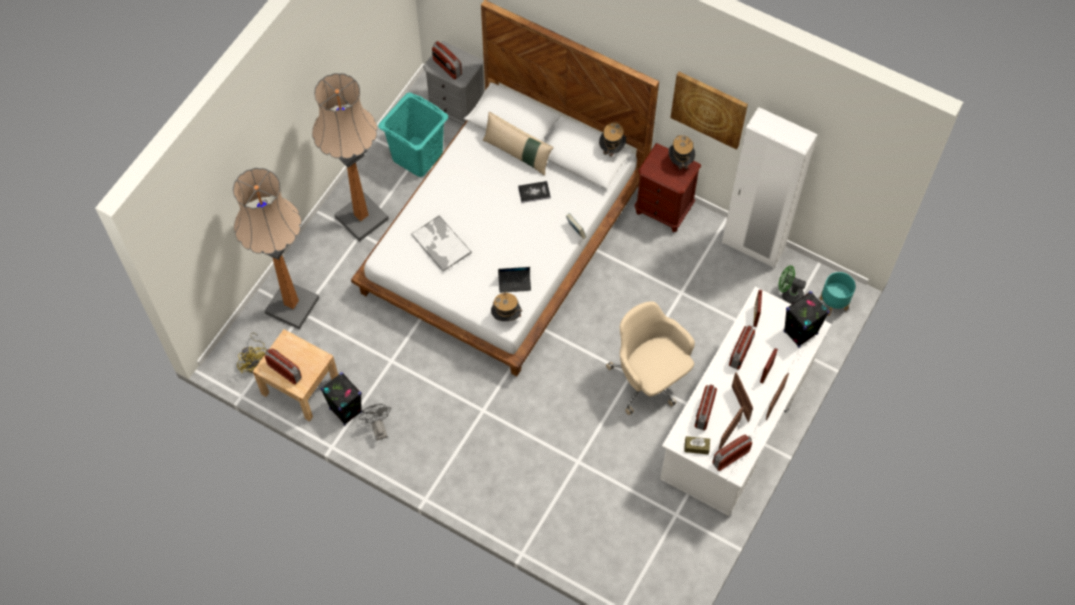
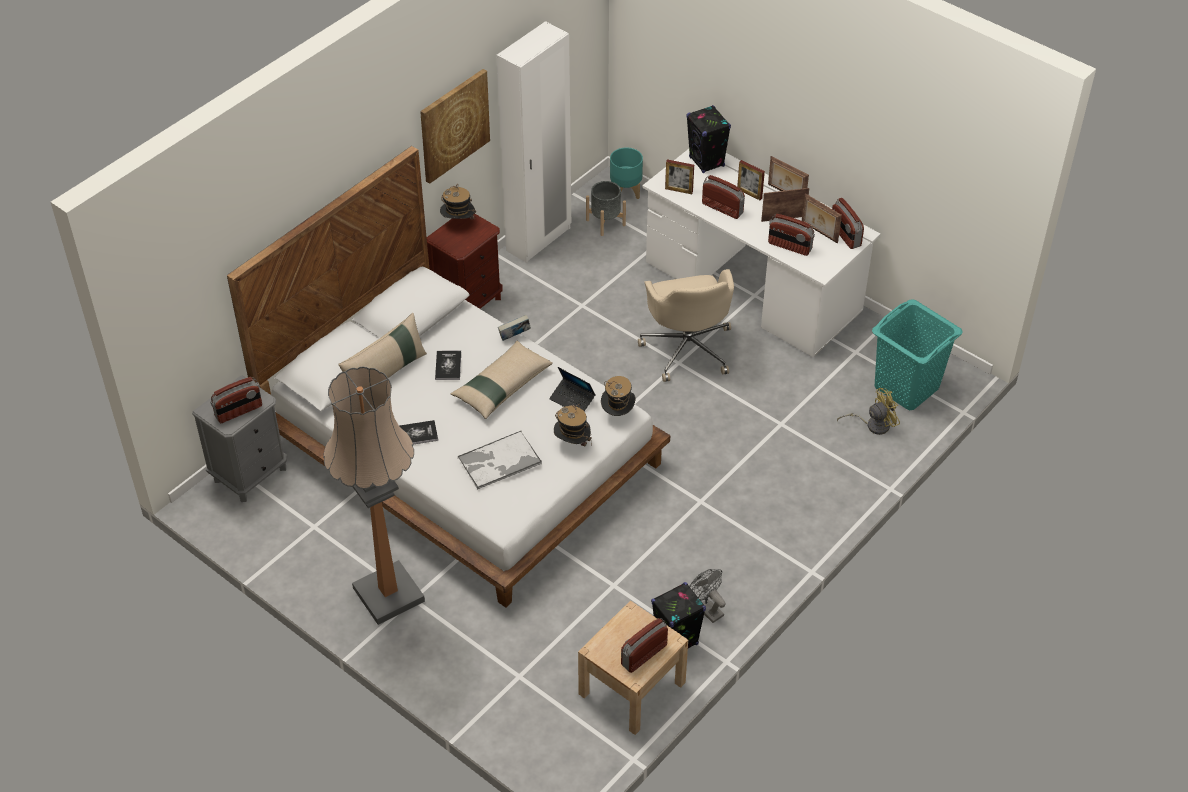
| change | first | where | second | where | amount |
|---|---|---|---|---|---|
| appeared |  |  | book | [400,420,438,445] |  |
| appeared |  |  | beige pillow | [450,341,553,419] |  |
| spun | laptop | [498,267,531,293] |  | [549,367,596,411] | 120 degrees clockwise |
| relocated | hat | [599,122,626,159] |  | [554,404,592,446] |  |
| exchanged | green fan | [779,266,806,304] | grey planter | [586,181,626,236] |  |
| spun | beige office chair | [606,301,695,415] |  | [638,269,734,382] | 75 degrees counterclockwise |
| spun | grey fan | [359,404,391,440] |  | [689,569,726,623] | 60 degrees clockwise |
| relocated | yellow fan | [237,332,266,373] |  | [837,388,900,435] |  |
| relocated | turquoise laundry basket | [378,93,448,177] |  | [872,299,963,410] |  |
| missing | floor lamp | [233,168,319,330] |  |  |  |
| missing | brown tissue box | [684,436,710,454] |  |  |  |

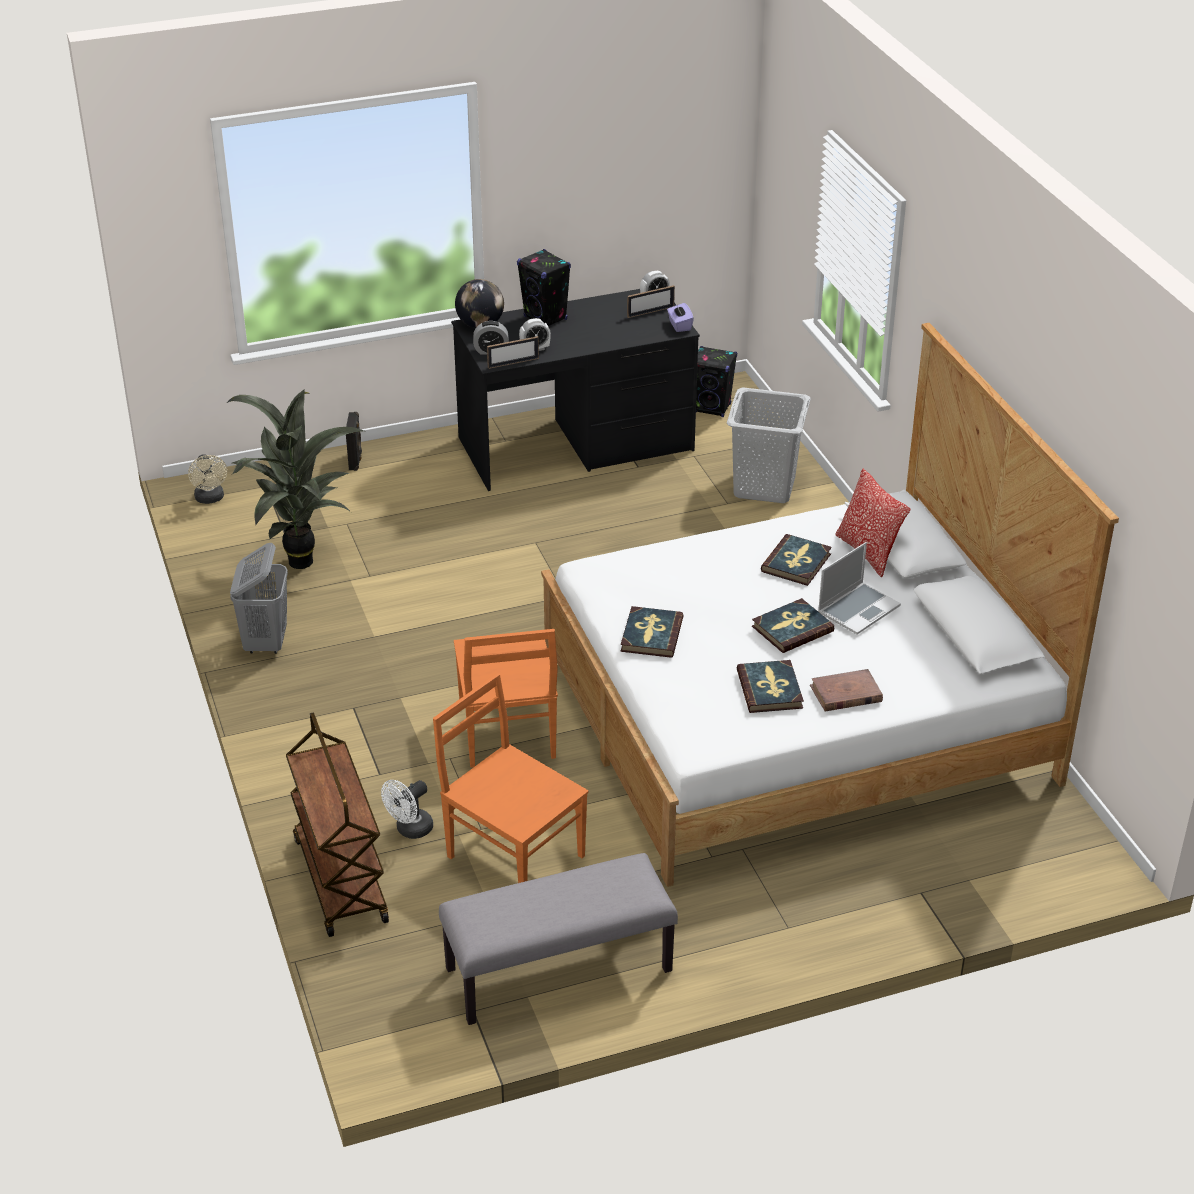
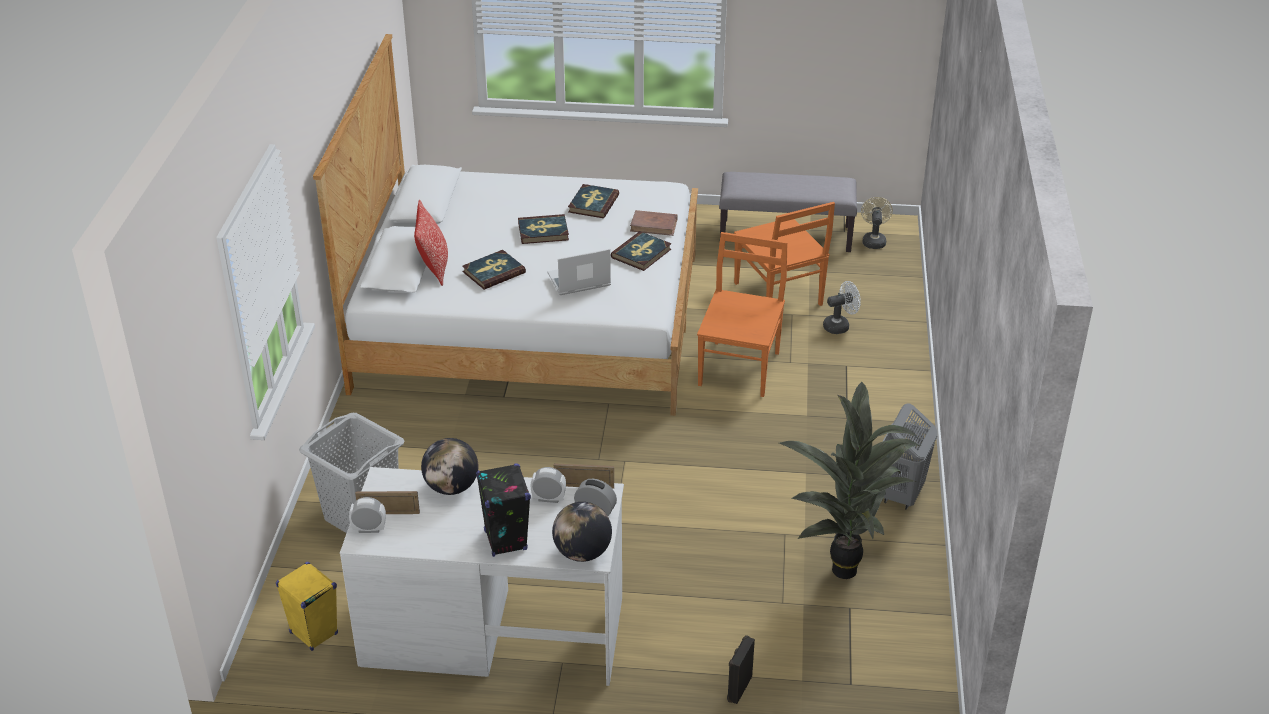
| change | first | where | second | where | amount |
|---|---|---|---|---|---|
| colour | black speaker | [696,346,737,417] | yellow speaker | [276,562,338,651] |  |
| colour | black desk | [451,289,700,491] | white desk | [340,467,624,686] |  |
| appeared |  |  | globe | [421,438,478,495] |  |
| relocated | laptop | [818,542,901,635] |  | [548,249,611,295] |  |
| relocated | brown book | [810,669,883,711] |  | [630,210,678,236] |  |
| relocated | beige fan | [188,454,227,504] |  | [861,197,893,249] |  |
| missing | brown cart | [286,712,389,937] |  |  |  |
| missing | purple tissue box | [667,303,694,332] |  |  |  |

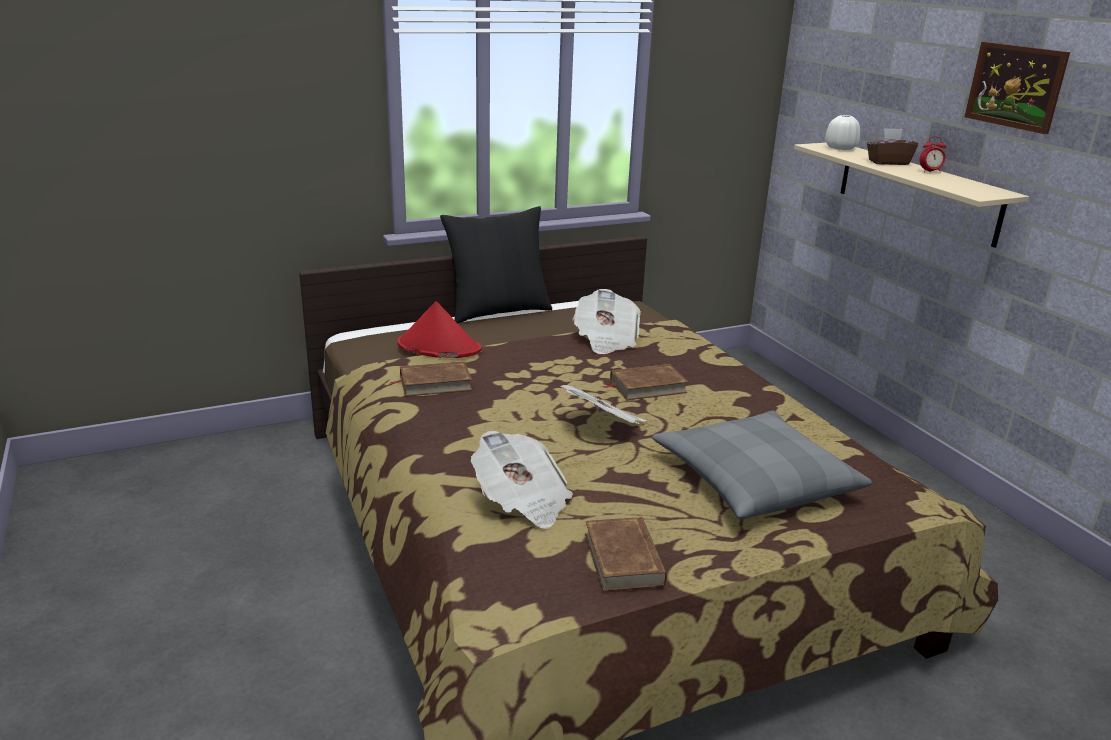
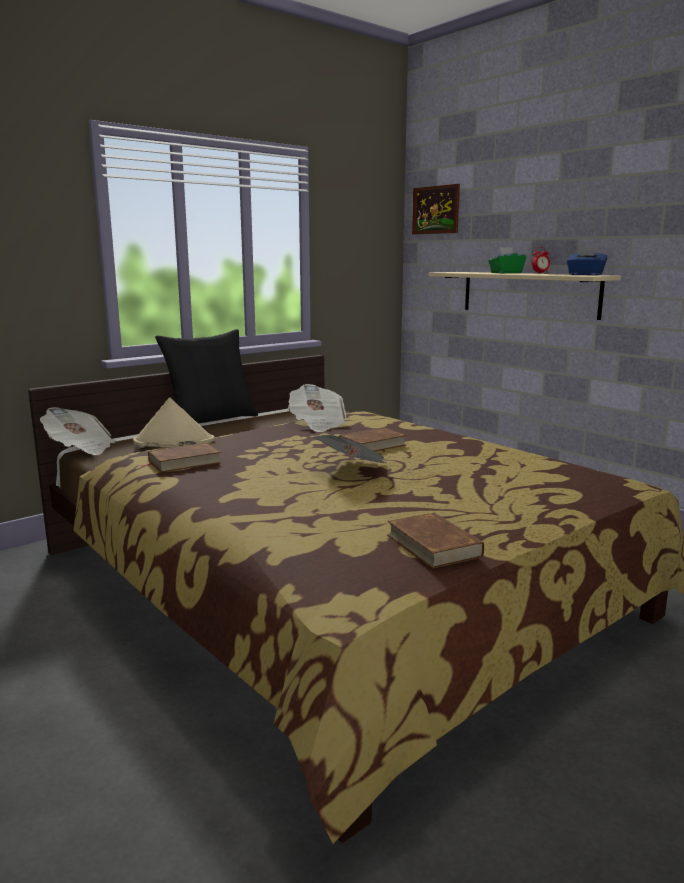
| change | first | where | second | where | amount |
|---|---|---|---|---|---|
| relocated | newspaper | [471,430,573,529] |  | [40,407,115,455] |  |
| colour | red hat | [397,301,482,358] | beige hat | [133,398,215,447] |  |
| relocated | picture | [964,42,1070,134] |  | [412,184,460,234] |  |
| colour | brown tissue box | [867,128,918,165] | green tissue box | [489,247,526,273] |  |
| appeared |  |  | blue tissue box | [567,246,608,275] |  |
| missing | grey pillow | [652,410,872,519] |  |  |  |
| missing | white vase | [825,115,860,150] |  |  |  |

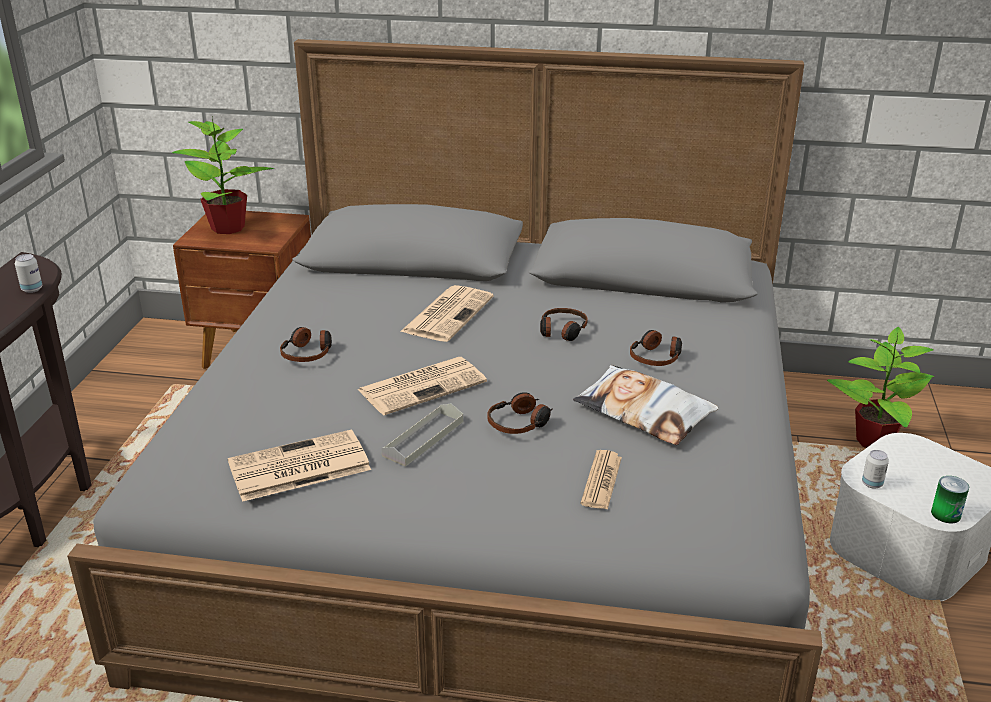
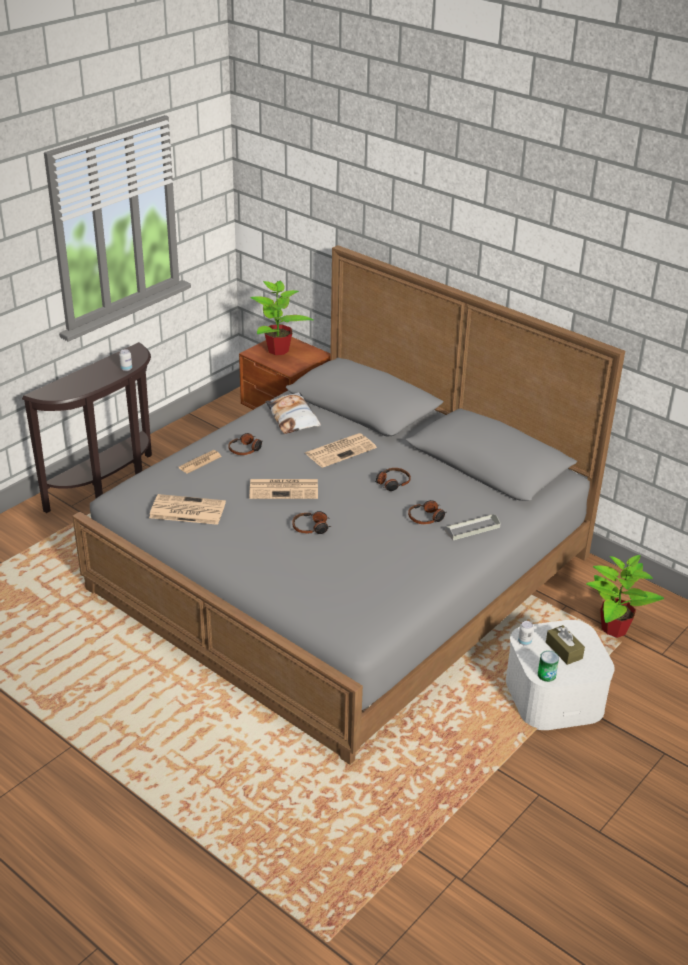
| change | first | where | second | where | amount |
|---|---|---|---|---|---|
| relocated | newspaper | [580,450,622,510] |  | [178,450,222,474] |  |
| relocated | pillow | [573,365,719,445] |  | [266,392,321,434] |  |
| relocated | grey tray | [381,403,463,467] |  | [445,514,501,540] |  |
| appeared |  |  | brown tissue box | [546,625,585,665] |  |

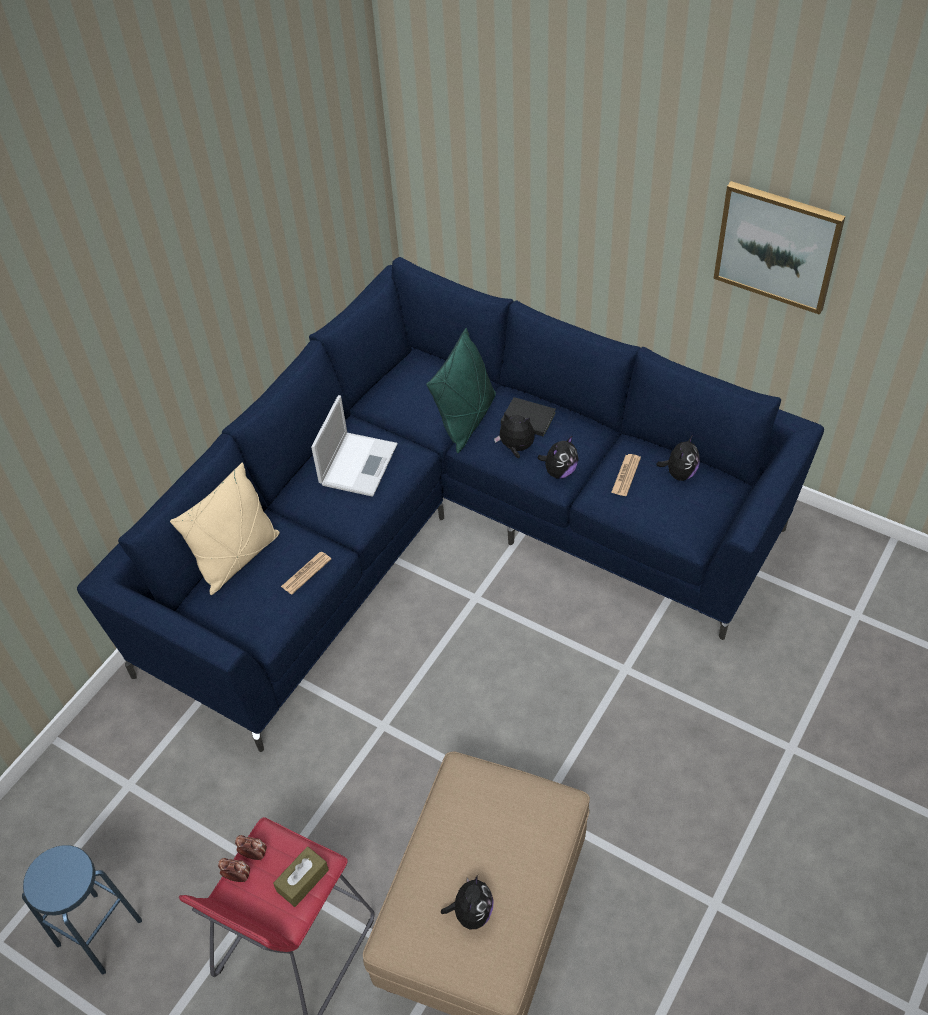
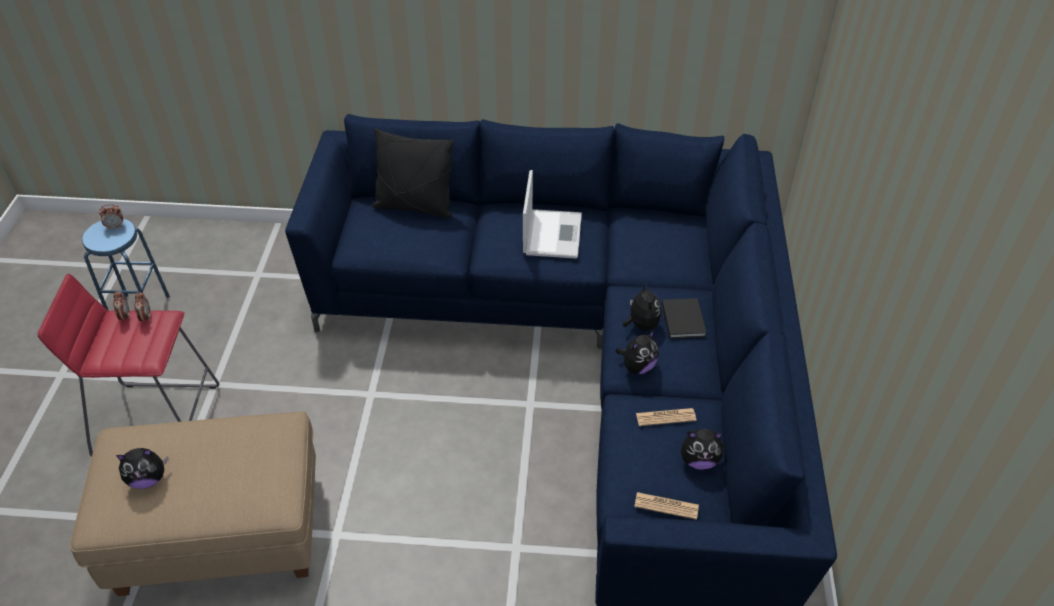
| change | first | where | second | where | amount |
|---|---|---|---|---|---|
| appeared |  |  | alarm clock | [99,204,123,230] |  |
| colour | beige pillow | [170,463,280,595] | black pillow | [372,128,455,218] |  |
| spun | laptop | [311,395,398,497] |  | [523,170,582,259] | 75 degrees counterclockwise |
| spun | plush toy | [538,435,579,479] |  | [615,330,659,374] | 60 degrees counterclockwise |
| relocated | newspaper | [281,552,331,594] |  | [634,492,699,520] |  |
| missing | brown tissue box | [273,846,329,907] |  |  |  |
| missing | green pillow | [426,328,496,453] |  |  |  |
| missing | picture | [713,181,845,315] |  |  |  |

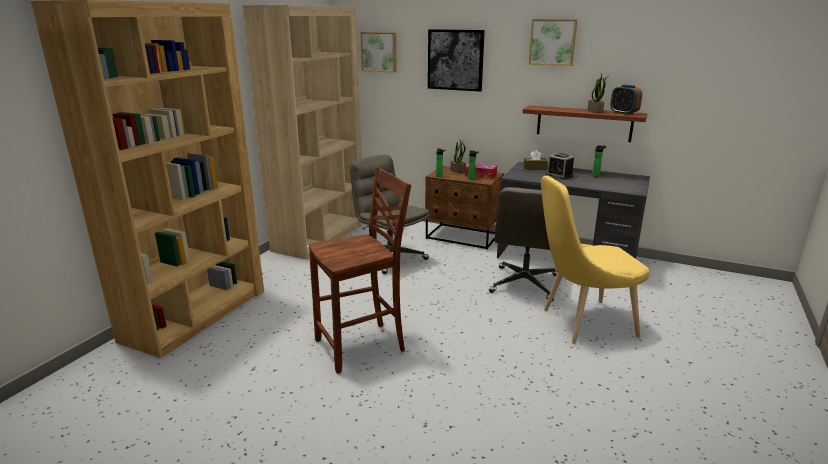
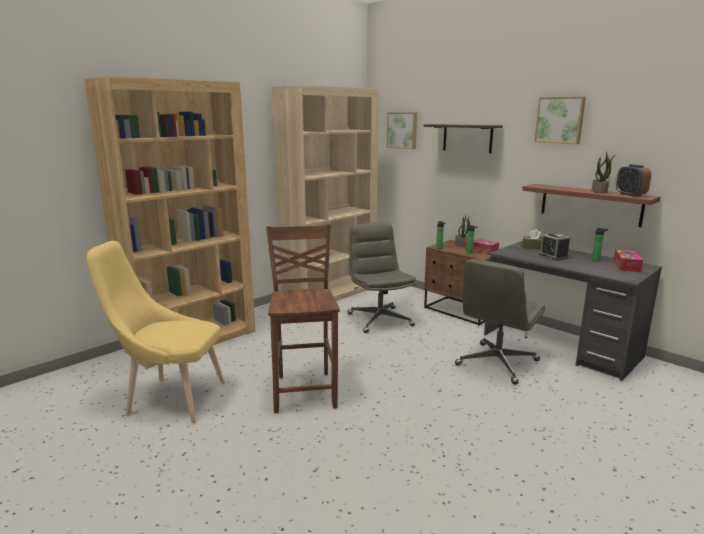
| change | first | where | second | where | amount |
|---|---|---|---|---|---|
| relocated | yellow chair | [541,175,650,344] |  | [87,241,225,423] |  |
| spun | brown chair | [309,167,411,374] |  | [266,224,340,413] | 90 degrees counterclockwise |
| exchanged | picture | [428,29,485,92] | shelf | [424,124,503,153] |  |
| appeared |  |  | tissue box | [614,249,643,272] |  |

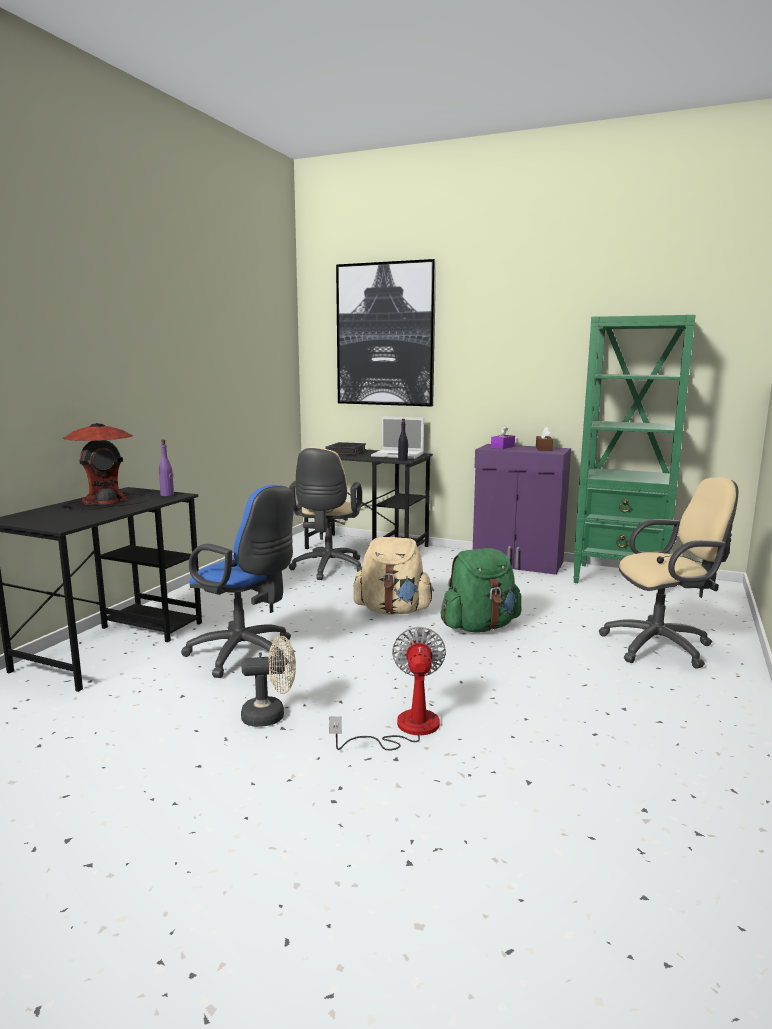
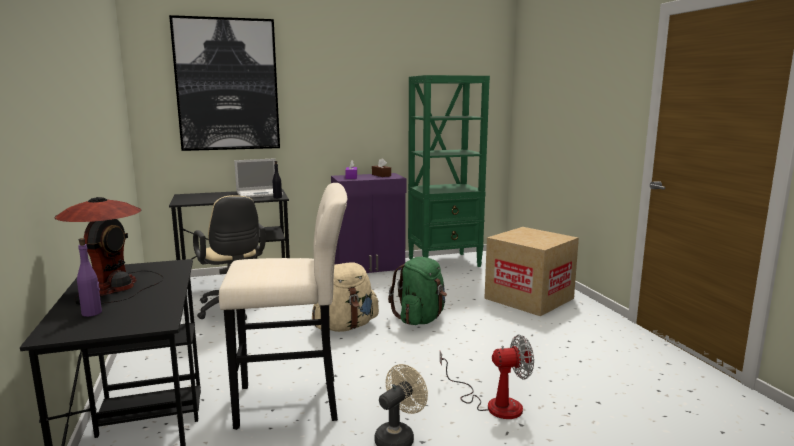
| change | first | where | second | where | amount |
|---|---|---|---|---|---|
| relocated | purple bottle | [159,439,174,496] |  | [77,238,102,317] |  |
| exchanged | blue office chair | [181,485,294,678] | beige stool | [219,183,347,430] |  |
| spun | fan | [329,627,446,750] |  | [440,334,534,419] | 120 degrees clockwise |
| exchanged | beige office chair | [599,477,738,669] | cardboard box | [484,227,579,316] |  |
| missing | book | [325,442,366,455] |  |  |  |

